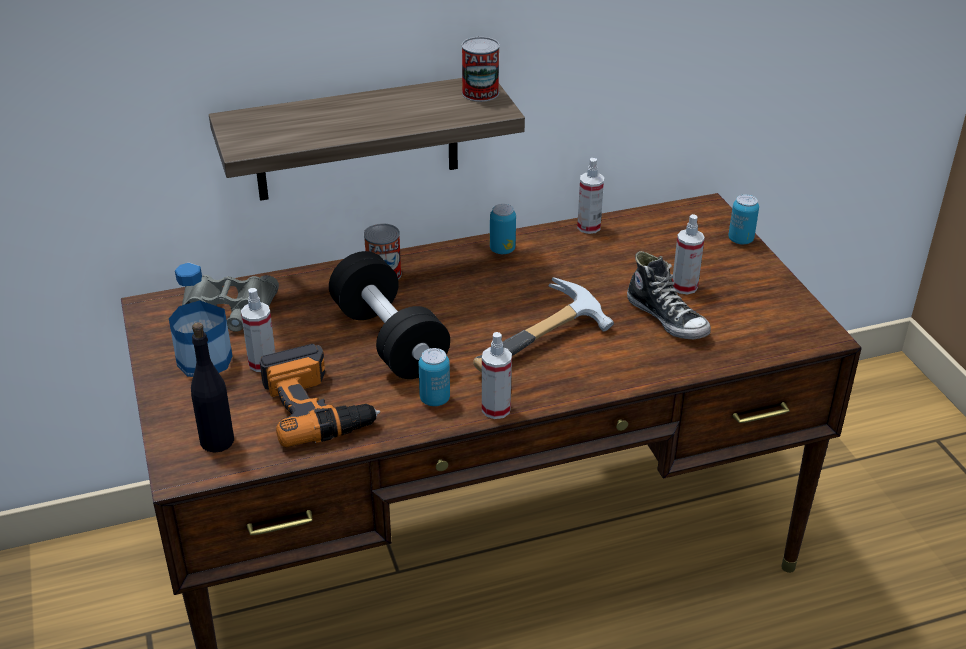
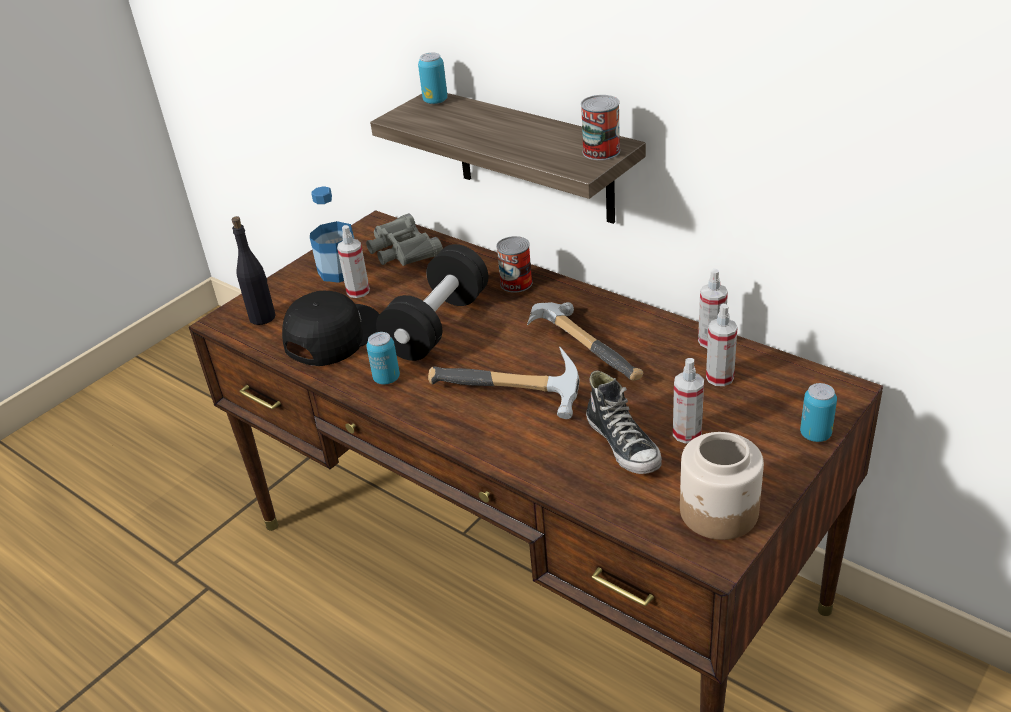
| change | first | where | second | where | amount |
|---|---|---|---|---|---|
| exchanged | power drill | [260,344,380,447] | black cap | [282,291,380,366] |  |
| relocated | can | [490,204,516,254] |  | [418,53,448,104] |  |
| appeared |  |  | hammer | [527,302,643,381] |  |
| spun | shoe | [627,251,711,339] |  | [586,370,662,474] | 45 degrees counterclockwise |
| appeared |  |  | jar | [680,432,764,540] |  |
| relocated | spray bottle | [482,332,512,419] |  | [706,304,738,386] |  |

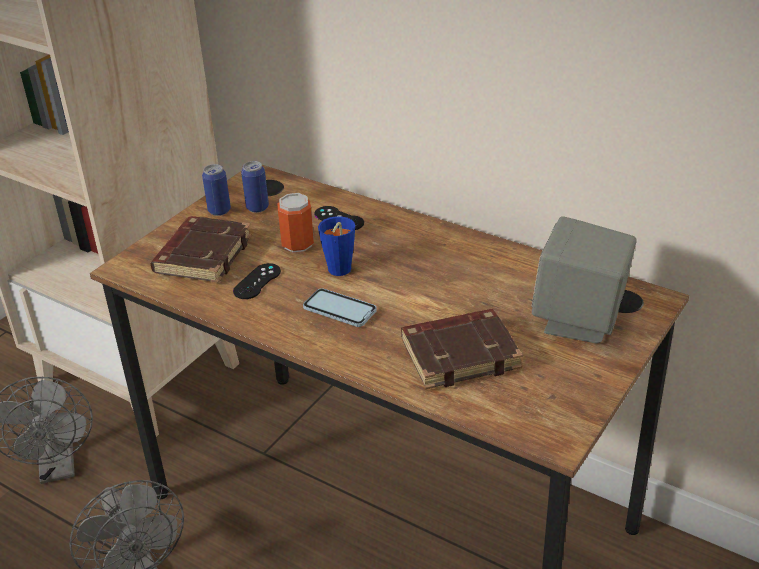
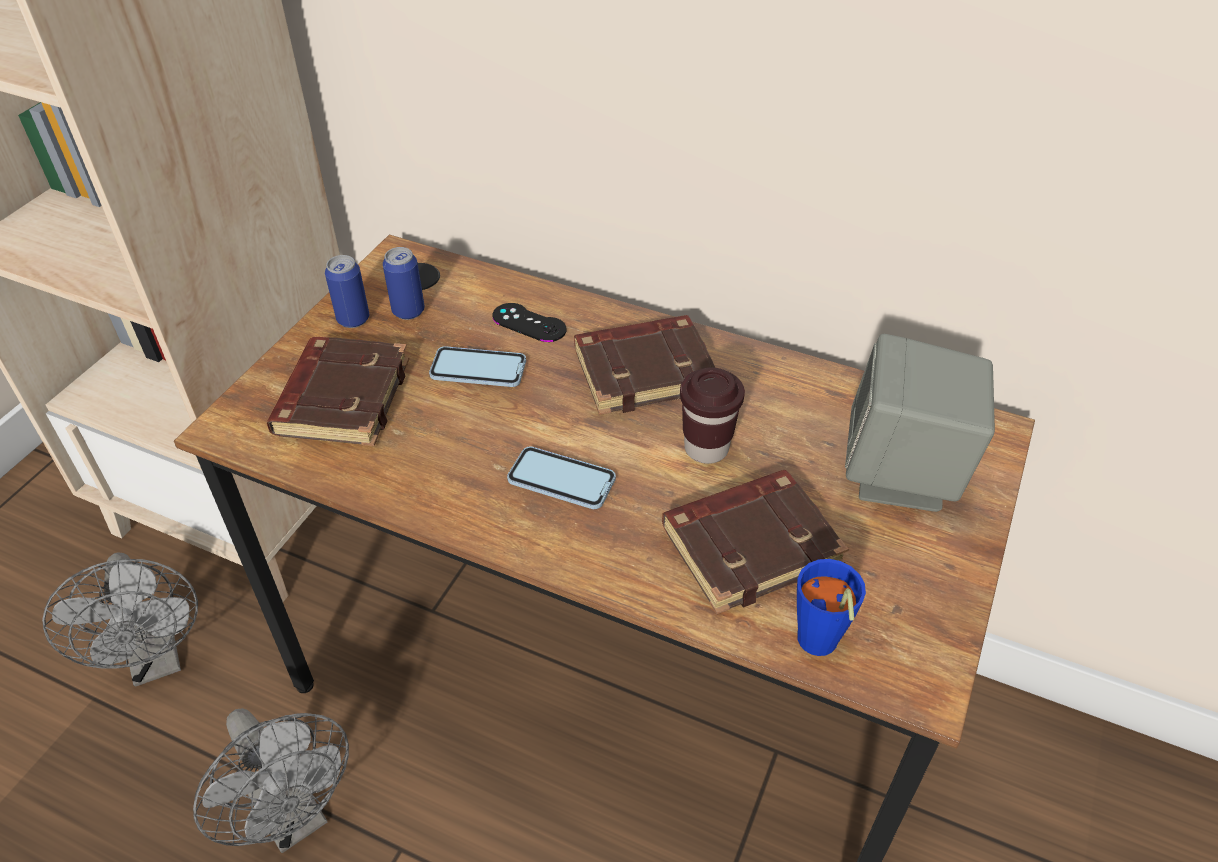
| change | first | where | second | where | amount |
|---|---|---|---|---|---|
| exchanged | can | [277,193,314,252] | phone | [429,346,526,387] |  |
| appeared |  |  | brown book | [574,315,716,415] |  |
| appeared |  |  | brown cup | [680,367,745,464] |  |
| relocated | blue cup | [318,216,355,276] |  | [797,559,866,656] |  |
| missing | black game controller | [233,263,281,299] |  |  |  |

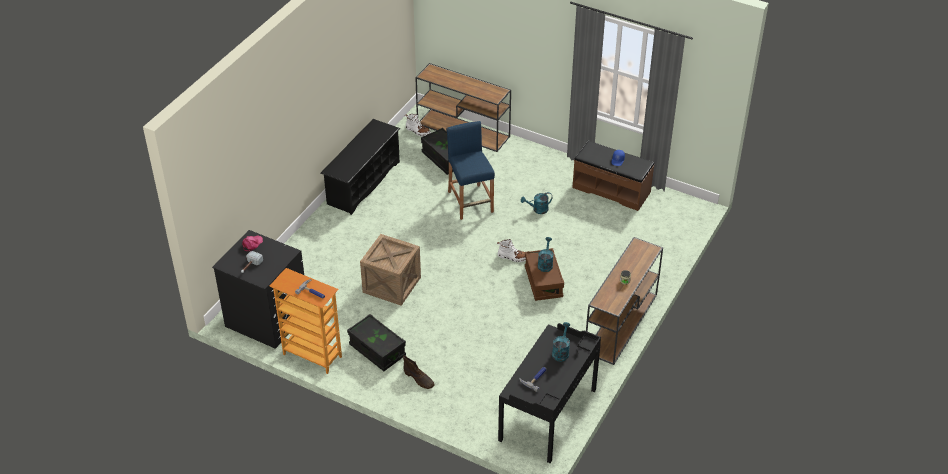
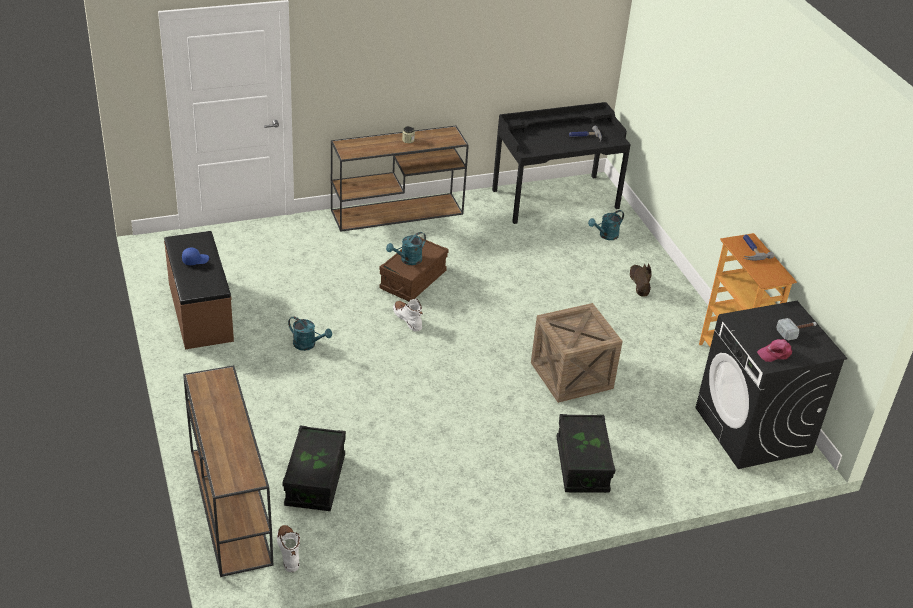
| change | first | where | second | where | amount |
|---|---|---|---|---|---|
| relocated | black storage box | [347,314,406,371] |  | [557,414,615,493] |  |
| relocated | turquoise watering can | [552,322,570,362] |  | [588,210,624,240] |  |
| missing | black shoe rack | [321,119,400,215] |  |  |  |
| missing | blue stool | [446,121,495,220] |  |  |  |

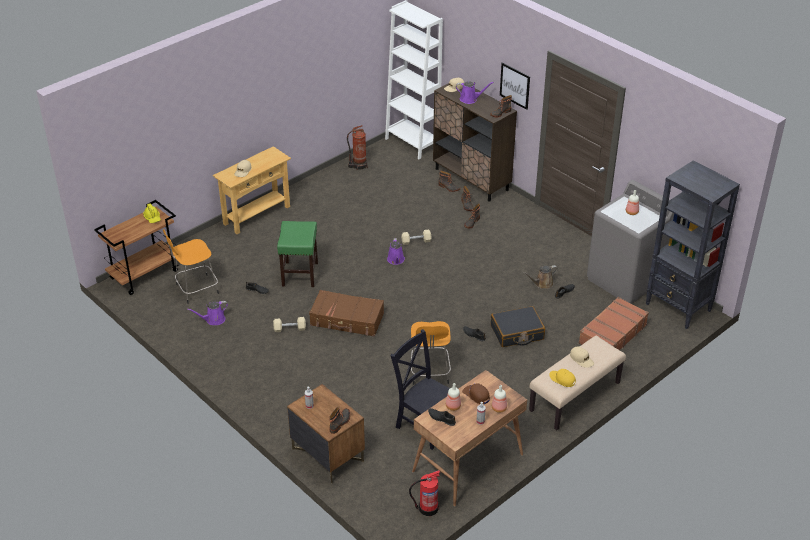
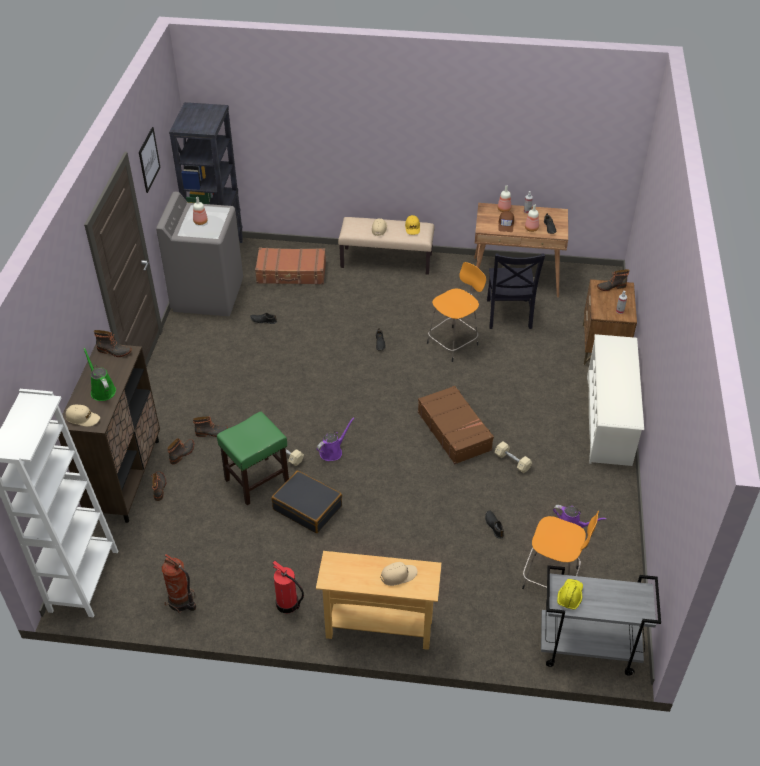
| change | first | where | second | where | amount |
|---|---|---|---|---|---|
| colour | purple watering can | [456,81,494,104] | green watering can | [83,348,116,401] |  |
| relocated | picture | [500,62,530,110] |  | [139,127,160,193] |  |
| relocated | green stool | [277,221,318,287] |  | [217,412,289,505] |  |
| relocated | black suitcase | [491,306,545,347] |  | [271,471,342,533] |  |
| relocated | fire extinguisher | [409,470,440,516] |  | [273,561,304,613] |  |
| colour | brown cart | [94,200,179,295] | grey cart | [541,565,661,675] |  |
| appeared |  |  | white shoe rack | [587,334,644,466] |  |
| missing | brown watering can | [523,265,558,289] |  |  |  |

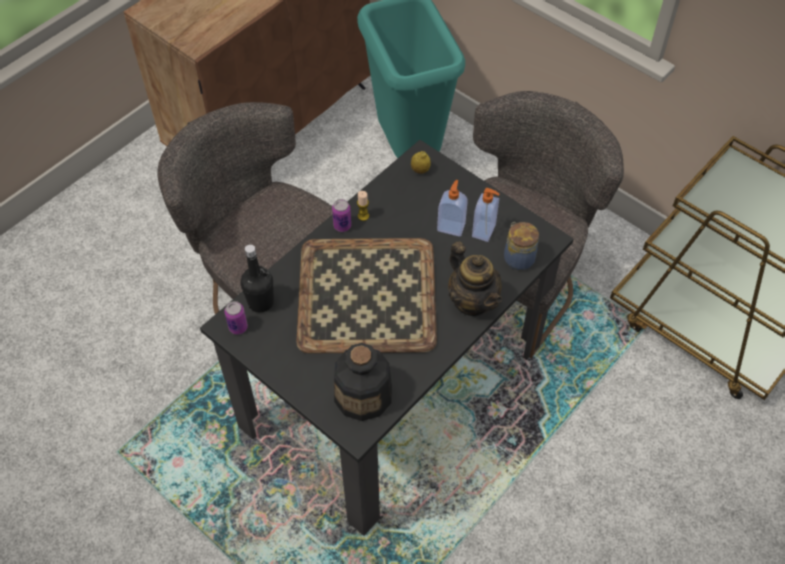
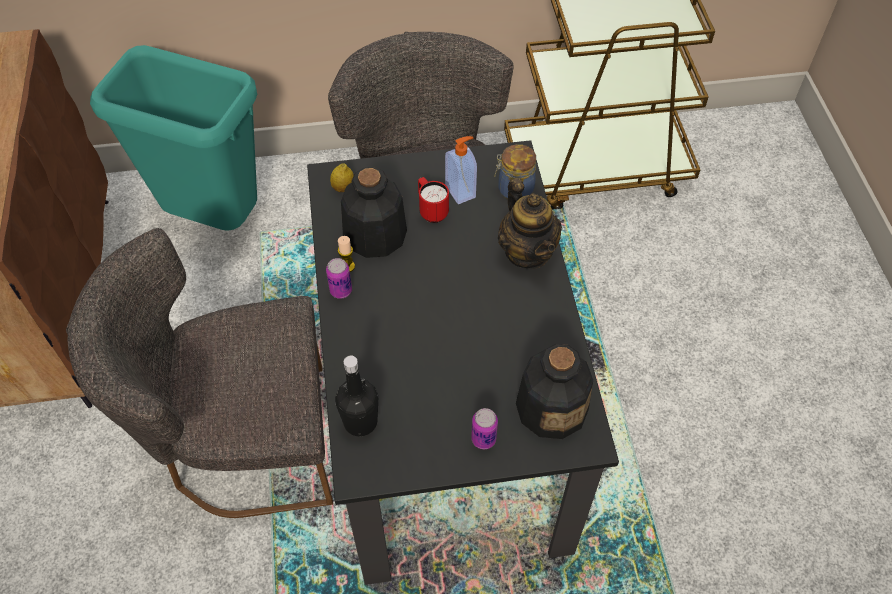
| change | first | where | second | where | amount |
|---|---|---|---|---|---|
| appeared |  |  | bottle | [341,167,407,258] |  |
| exchanged | soap dispenser | [437,180,468,237] | red mug | [418,177,449,223] |  |
| relocated | can | [224,301,248,335] |  | [471,408,498,449] |  |
| spun | teapot | [448,241,502,316] |  | [498,178,562,269] | 60 degrees clockwise |
| missing | tray | [296,238,437,353] |  |  |  |

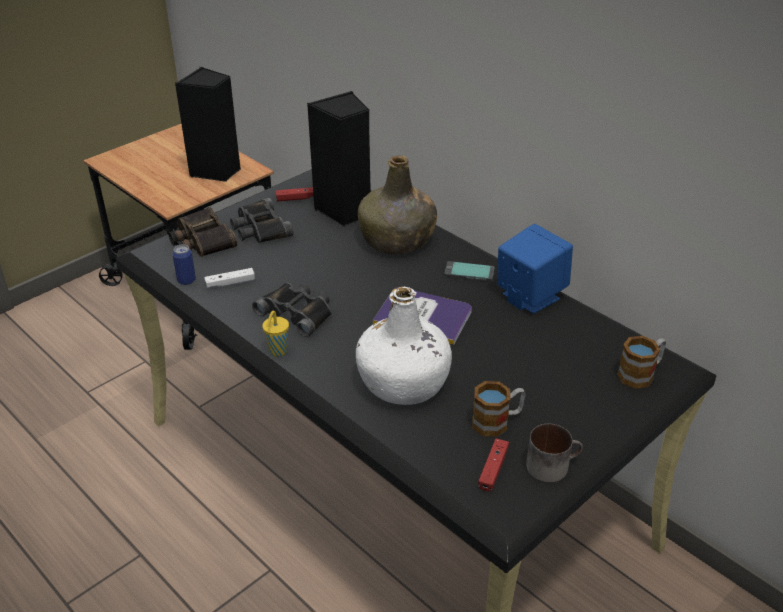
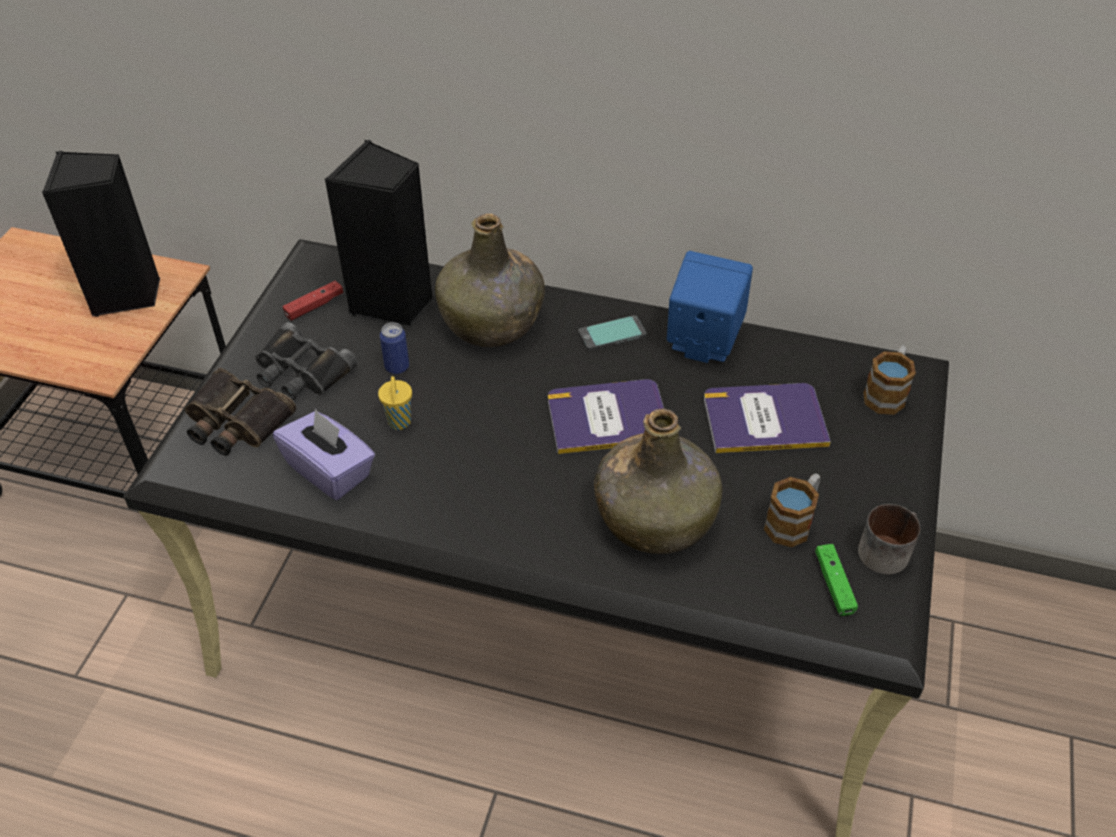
| change | first | where | second | where | amount |
|---|---|---|---|---|---|
| exchanged | white game controller | [204,268,255,288] | purple tissue box | [273,409,375,500] |  |
| relocated | yellow cup | [262,311,289,357] |  | [378,376,412,430] |  |
| relocated | can | [172,244,196,285] |  | [380,323,409,374] |  |
| colour | white bottle | [356,287,452,405] | green bottle | [594,409,722,554] |  |
| appeared |  |  | book | [704,383,831,453] |  |
| colour | red game controller | [478,438,509,492] | green game controller | [815,544,858,616] |  |
| missing | black binoculars | [252,283,332,337] |  |  |  |

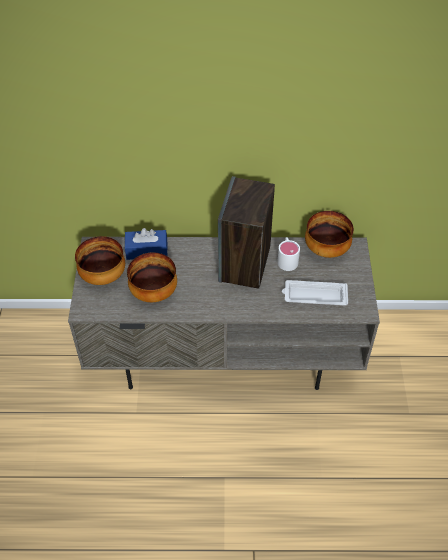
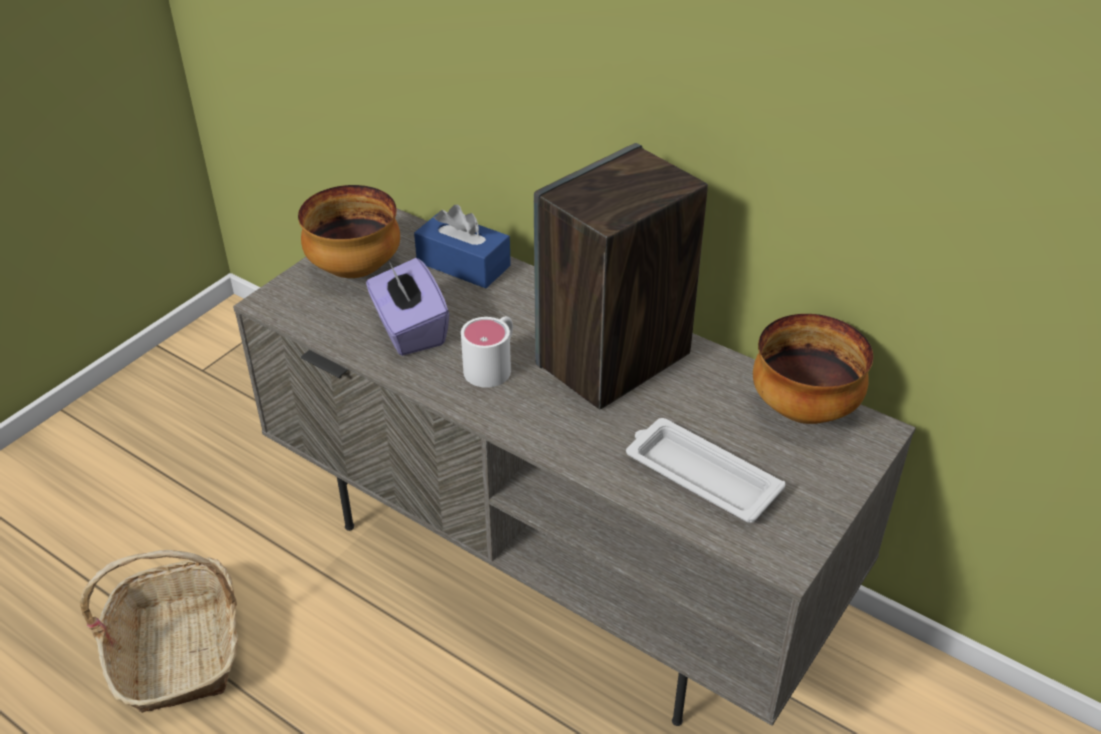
| change | first | where | second | where | amount |
|---|---|---|---|---|---|
| appeared |  |  | basket | [80,550,238,713] |  |
| exchanged | bowl | [127,252,177,302] | purple tissue box | [366,258,449,356] |  |
| relocated | white mug | [277,237,300,271] |  | [461,316,513,388] |  |

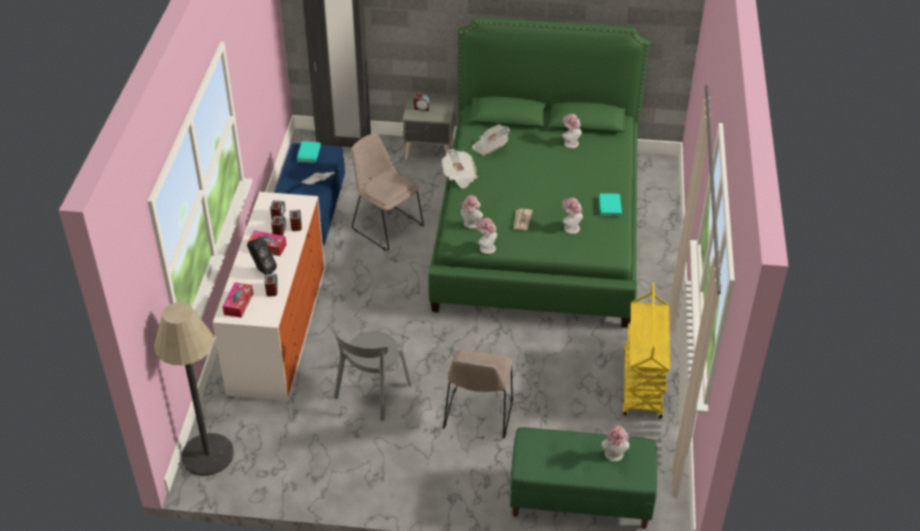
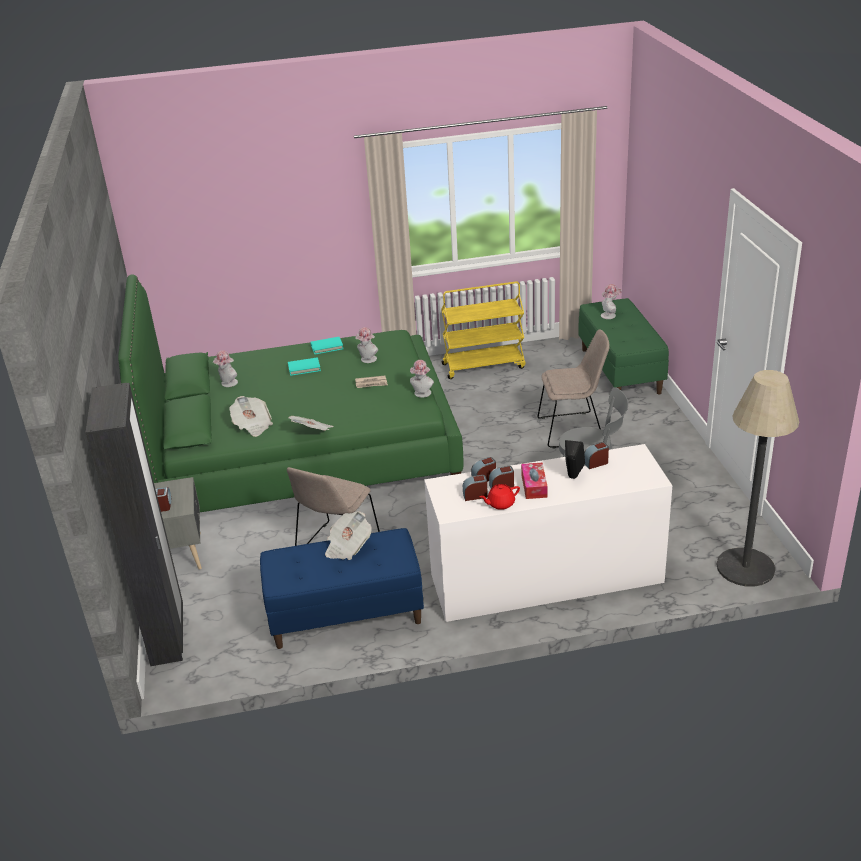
| change | first | where | second | where | amount |
|---|---|---|---|---|---|
| relocated | turquoise book | [297,141,321,163] |  | [288,357,321,376] |  |
| appeared |  |  | red teapot | [480,484,520,510] |  |
| missing | tissue box | [223,283,253,318] |  |  |  |
| missing | hat | [460,195,483,229] |  |  |  |

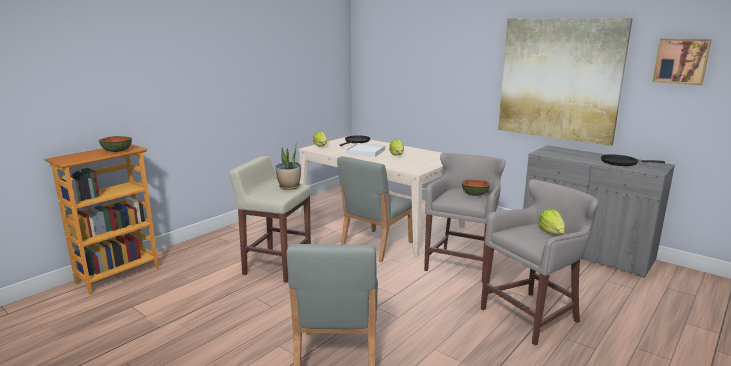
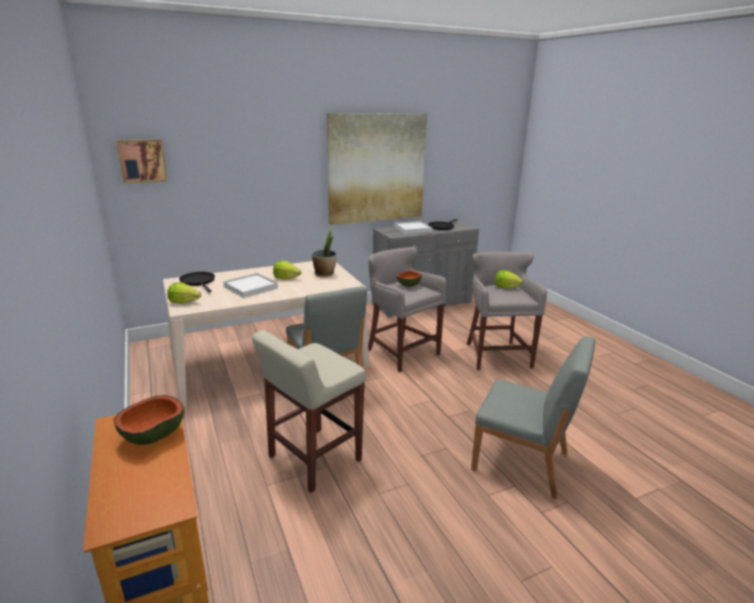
| change | first | where | second | where | amount |
|---|---|---|---|---|---|
| relocated | picture | [652,38,712,85] |  | [116,139,168,183] |  |
| relocated | potted plant | [275,142,301,190] |  | [312,229,337,277] |  |
| appeared |  |  | white tray | [394,221,432,234] |  |

